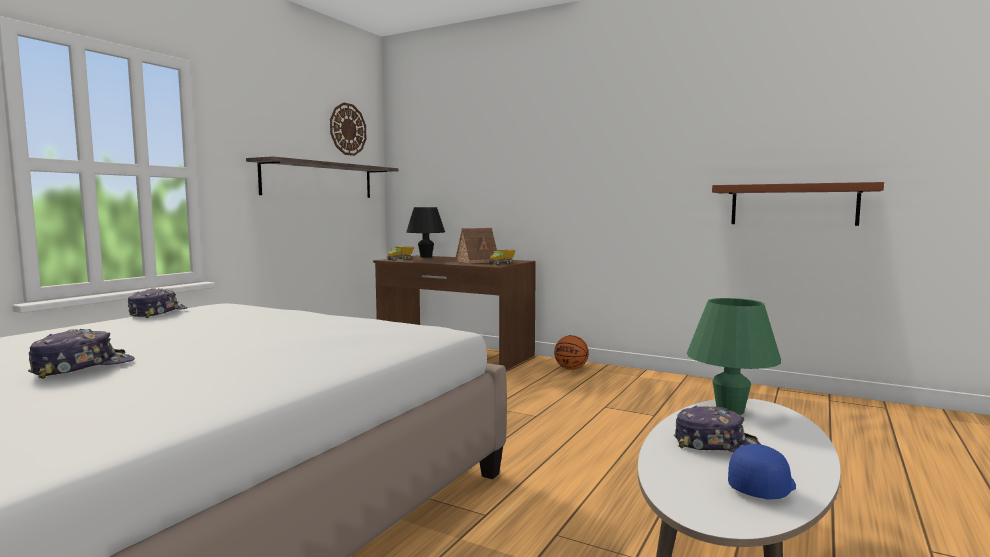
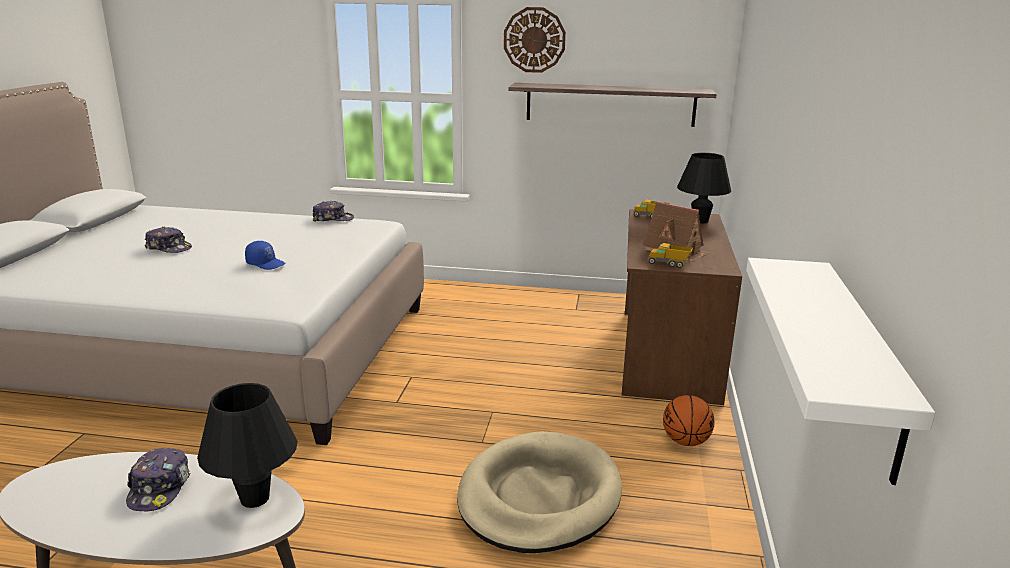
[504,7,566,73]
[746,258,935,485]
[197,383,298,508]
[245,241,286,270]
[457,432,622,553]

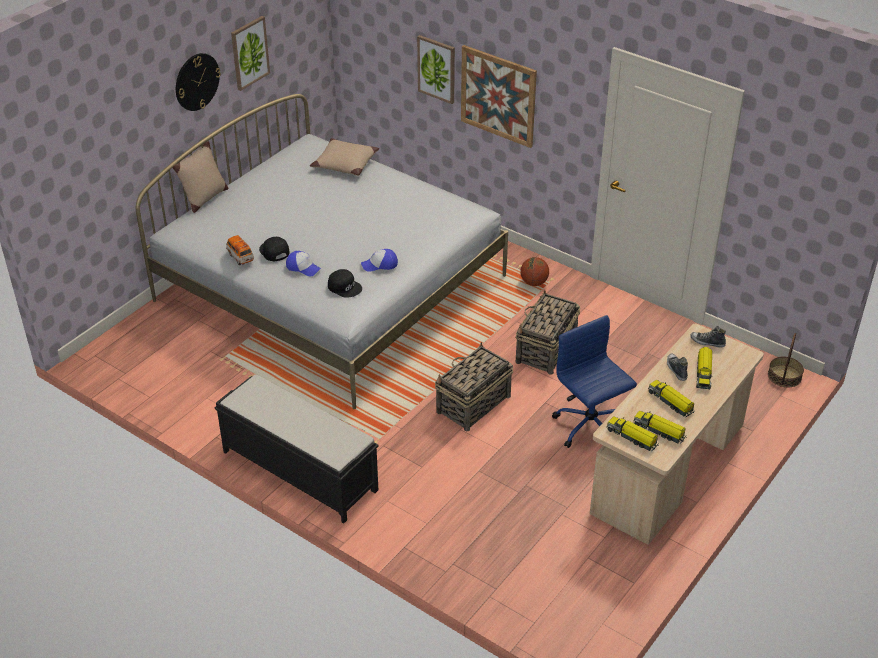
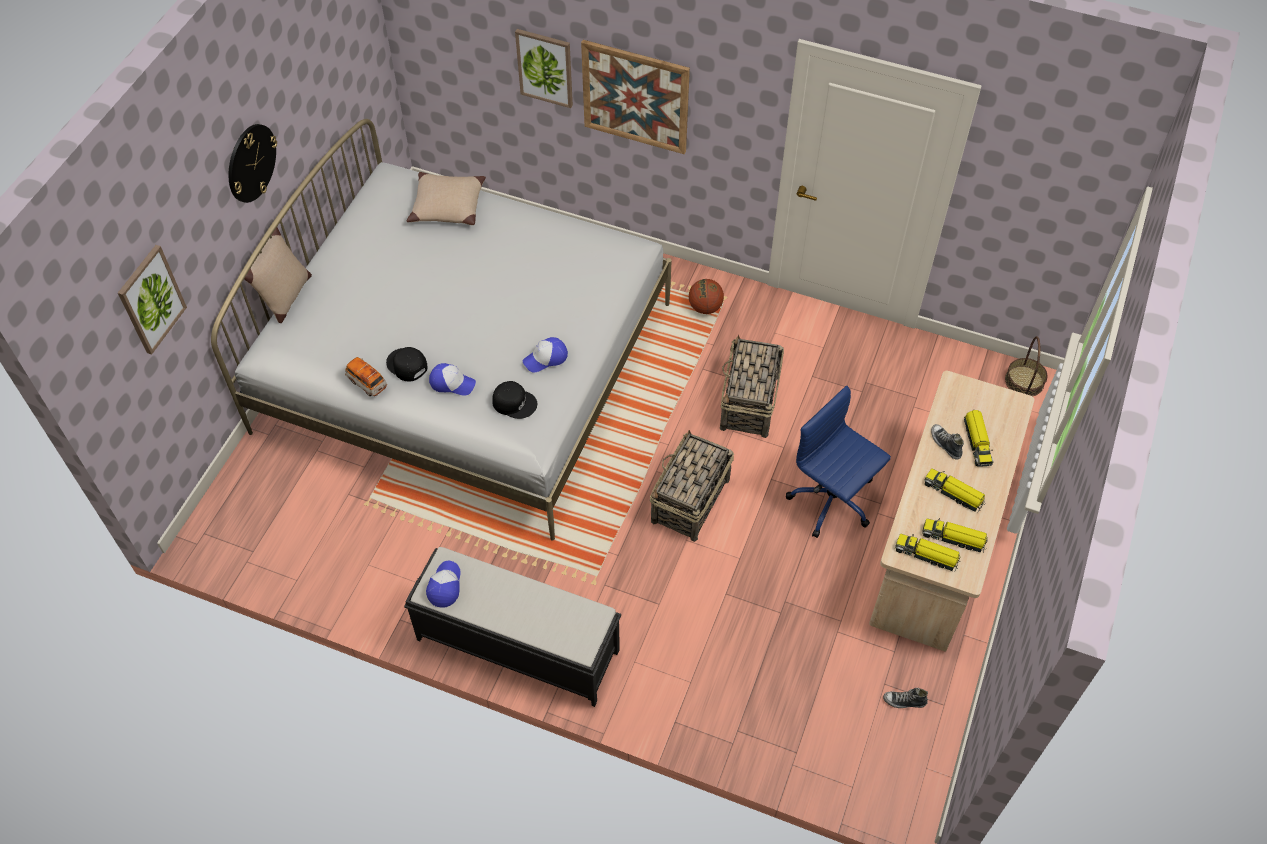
[118,245,187,355]
[883,688,928,708]
[426,561,460,608]

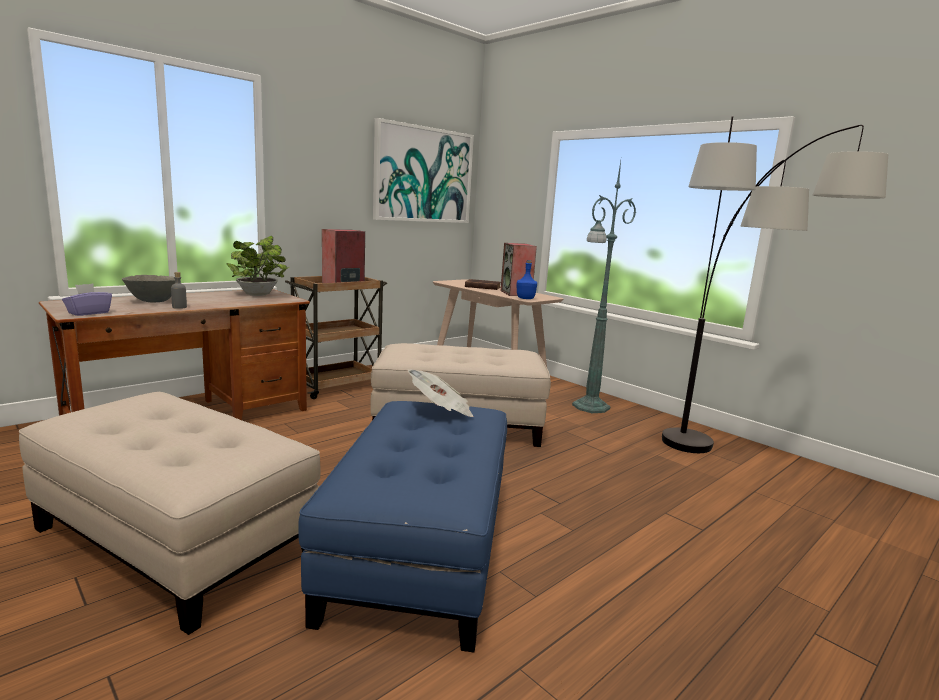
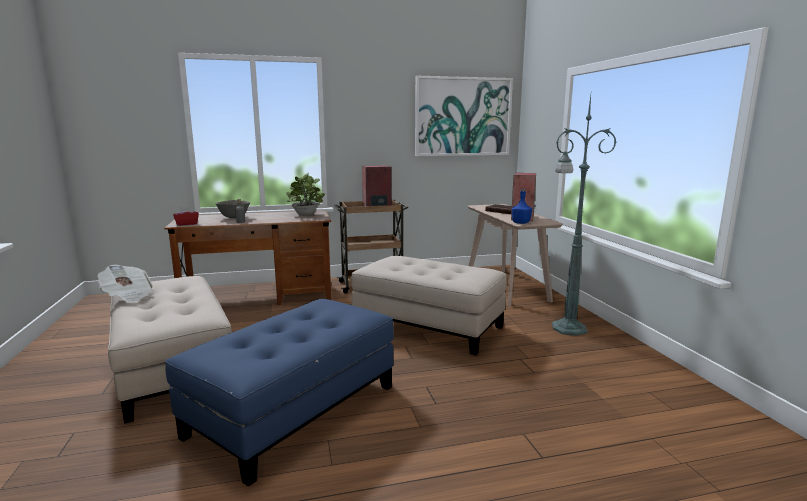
[662,116,888,453] (first image)
[173,206,199,226]
[97,265,154,303]

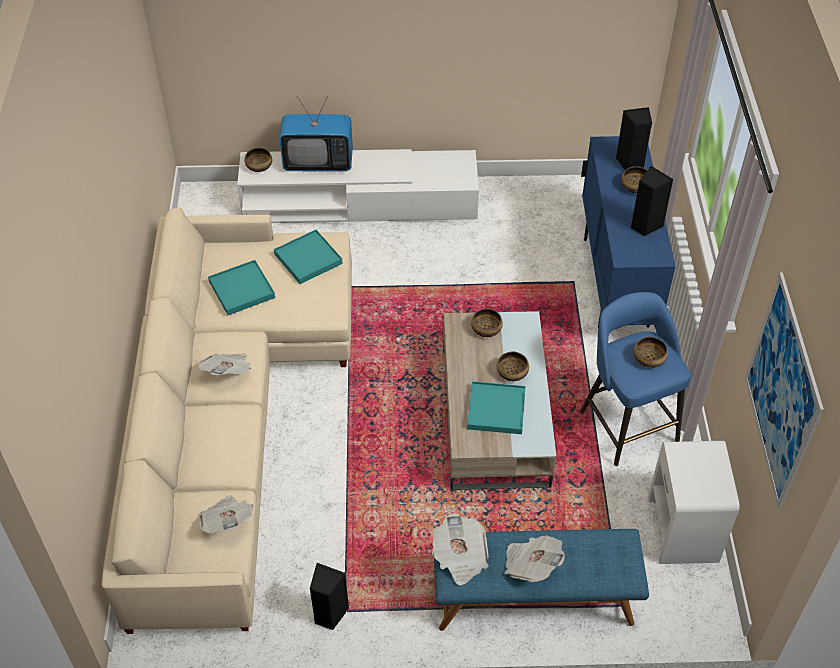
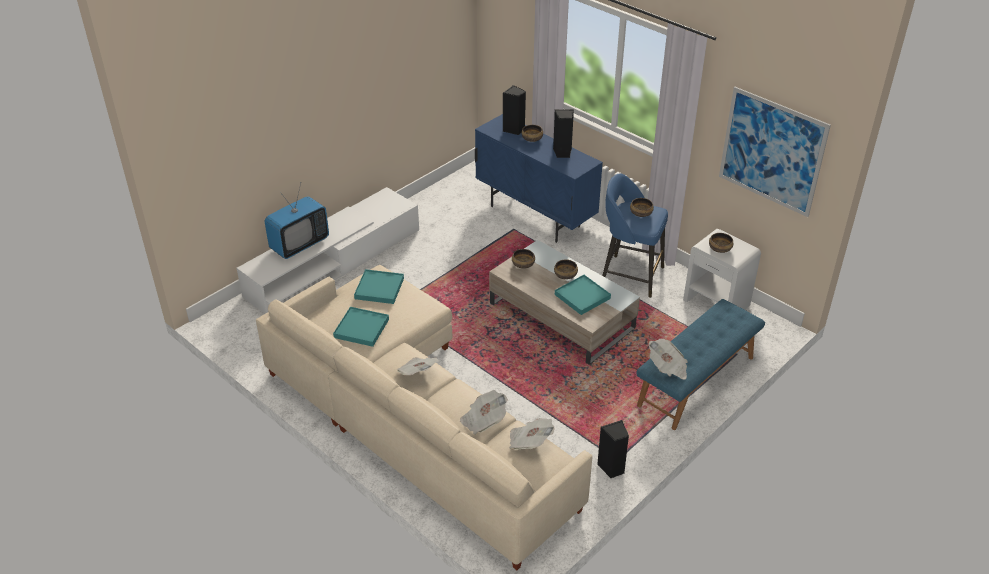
[709,233,733,253]
[460,390,508,435]

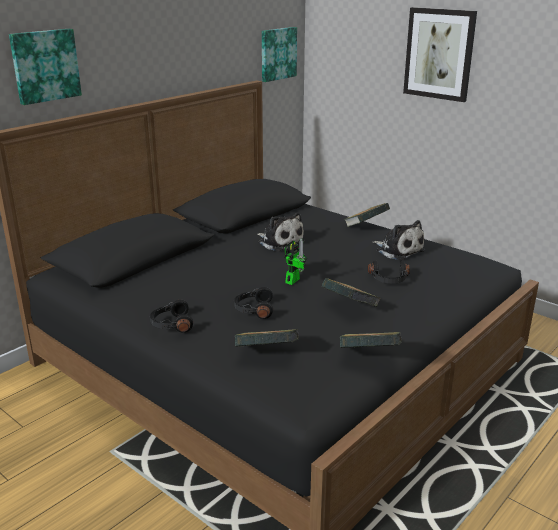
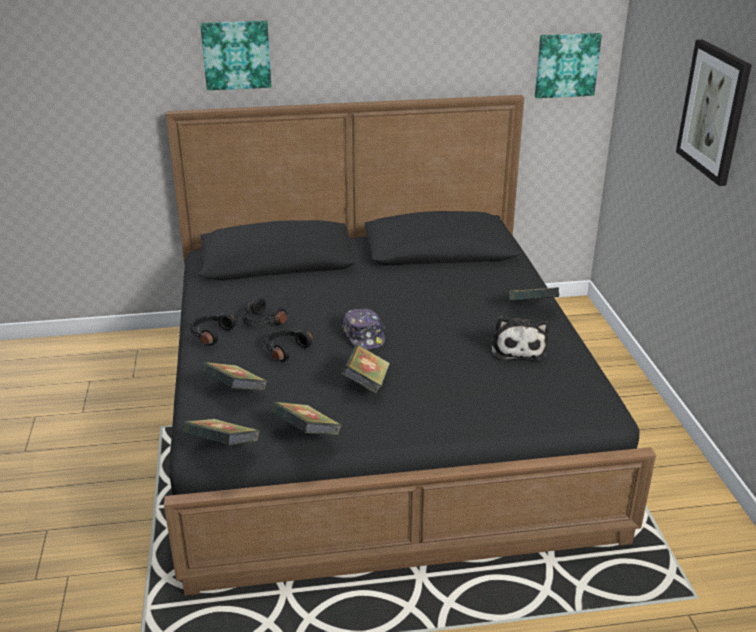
[257,212,305,251] (first image)
[342,309,385,350]
[242,298,287,327]
[183,419,260,445]

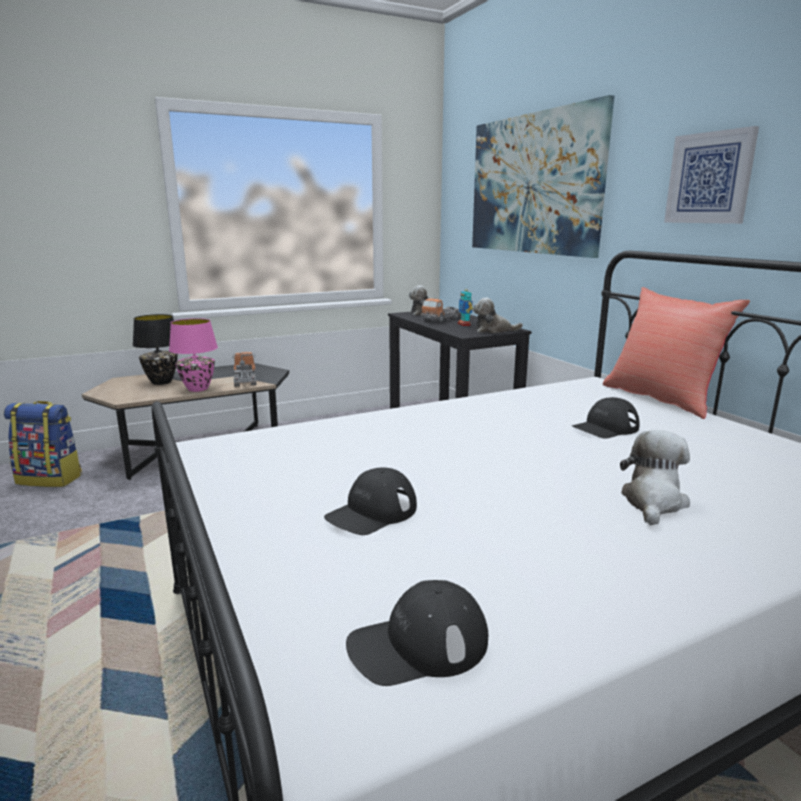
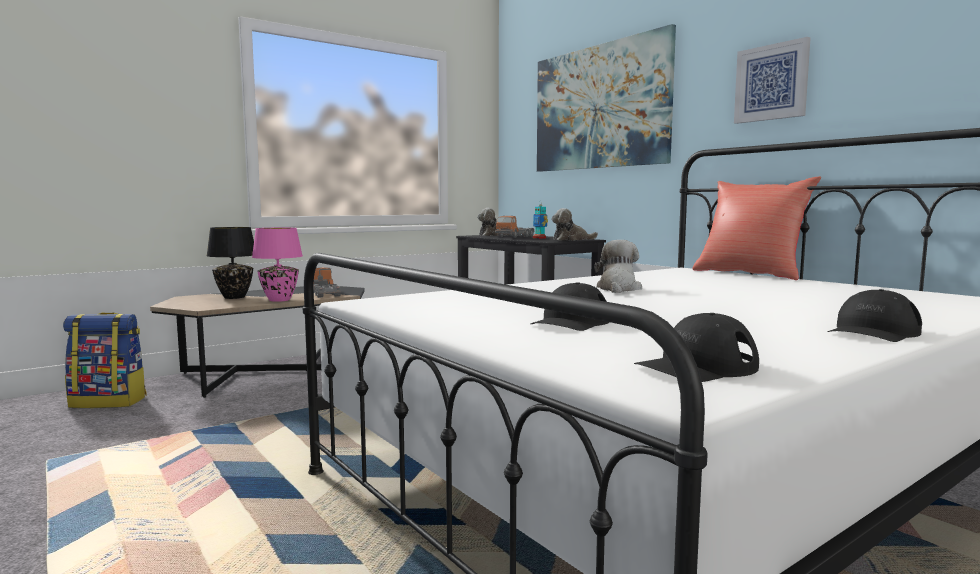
[827,289,922,342]
[594,240,642,293]

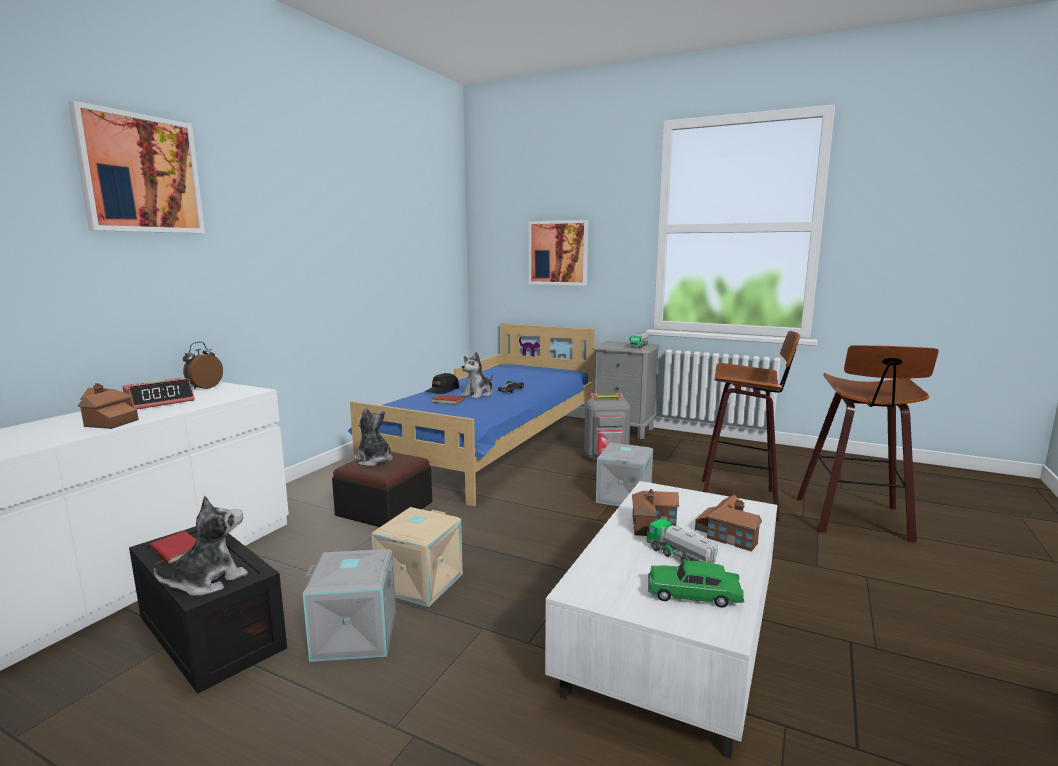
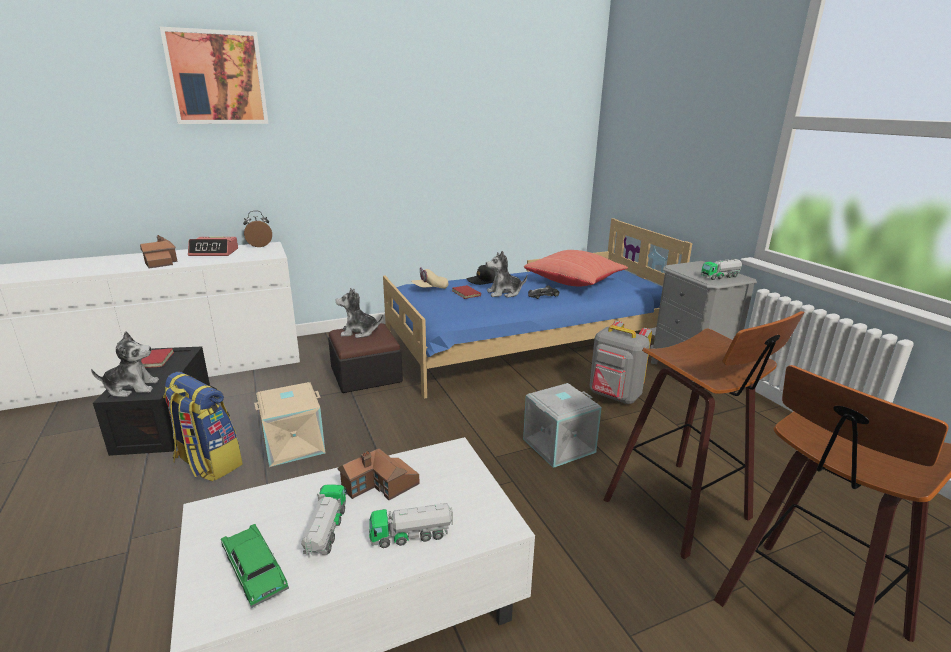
[529,220,588,286] (first image)
[336,288,383,338]
[369,503,453,548]
[163,372,243,481]
[524,250,628,286]
[411,267,448,289]

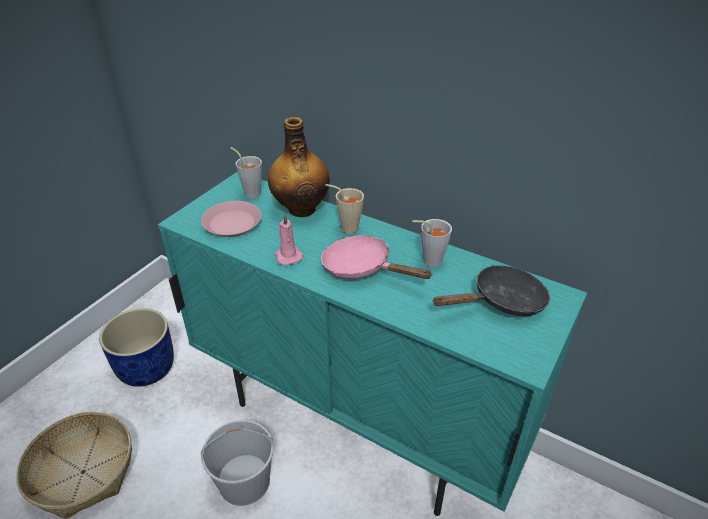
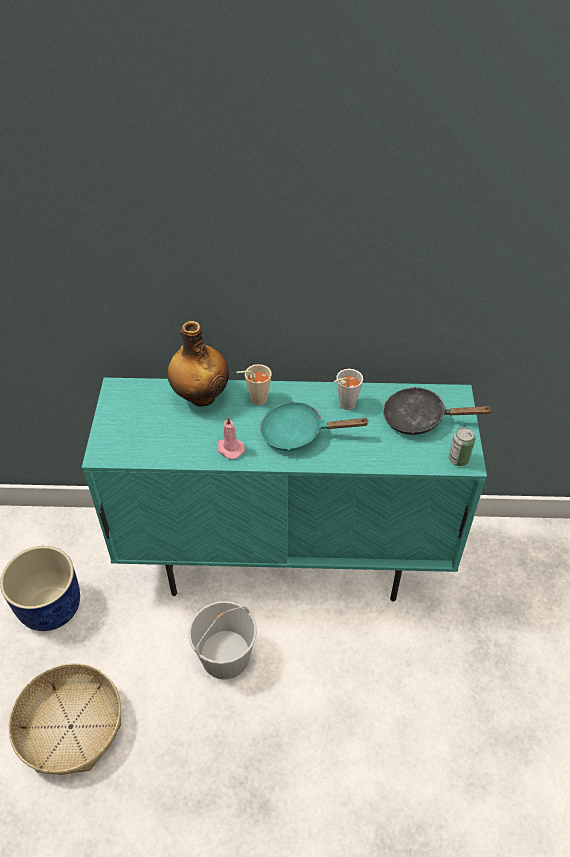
[230,147,262,198] (first image)
[201,201,262,237] (first image)
[260,401,370,451]
[383,387,493,435]
[449,427,475,466]

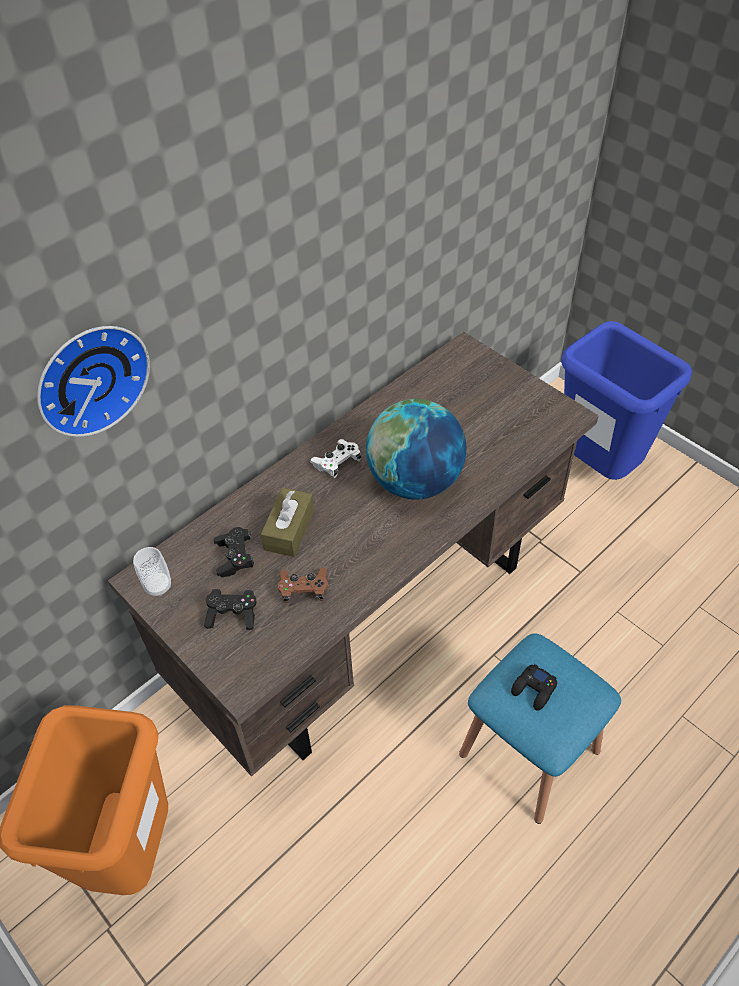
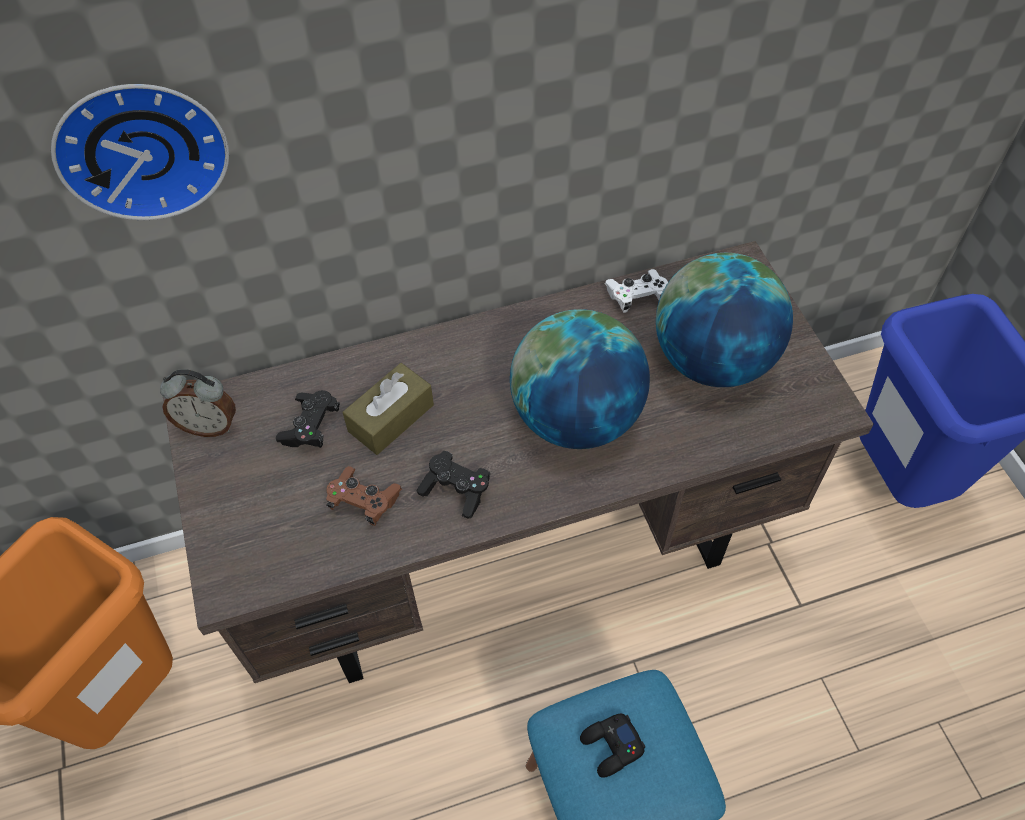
[605,269,668,313]
[160,369,236,437]
[416,451,490,519]
[656,253,793,387]

